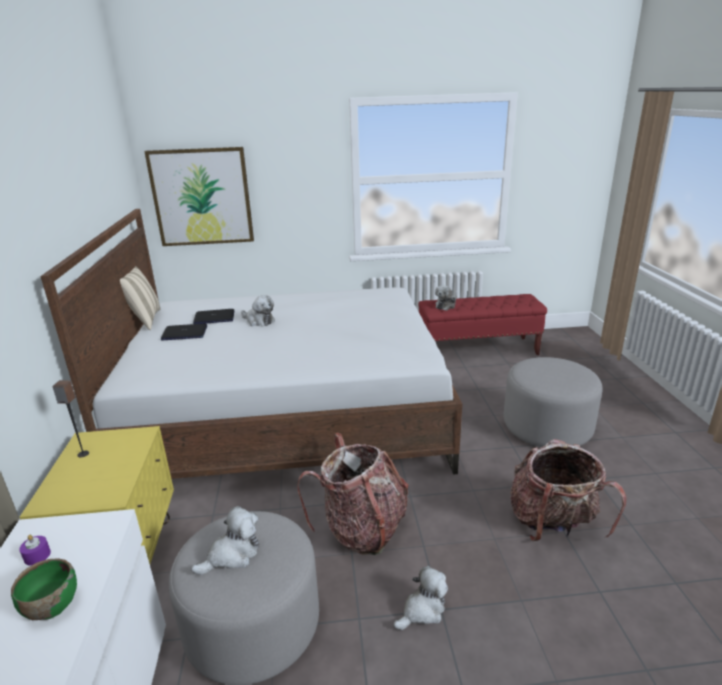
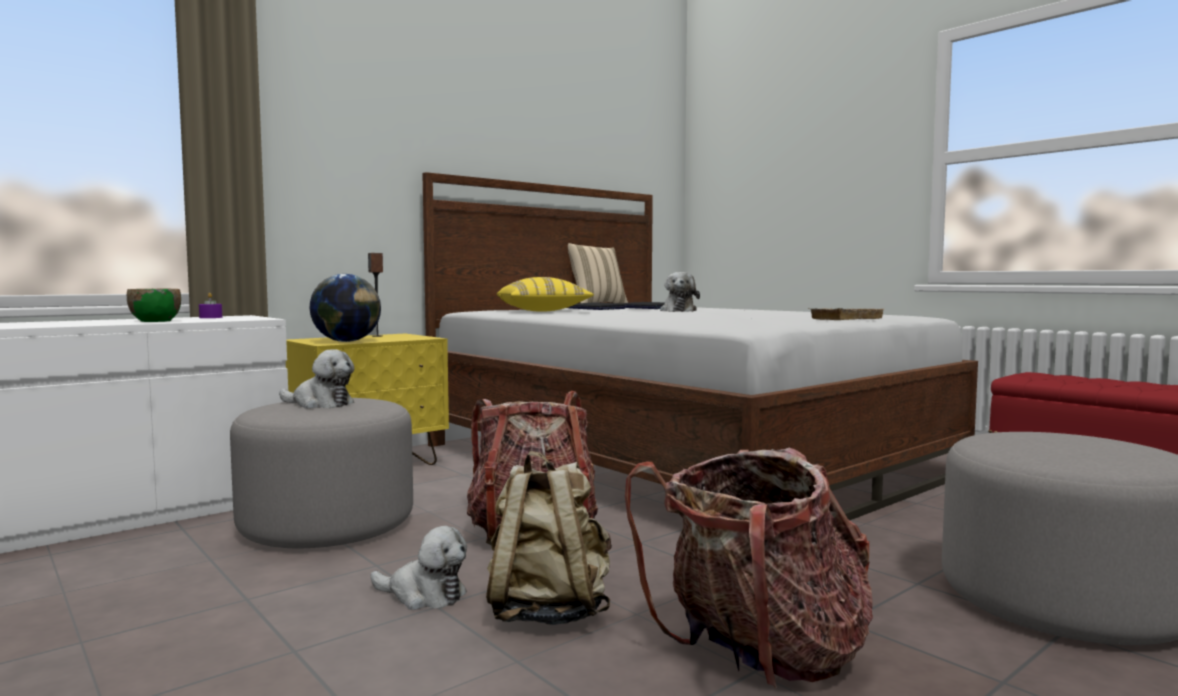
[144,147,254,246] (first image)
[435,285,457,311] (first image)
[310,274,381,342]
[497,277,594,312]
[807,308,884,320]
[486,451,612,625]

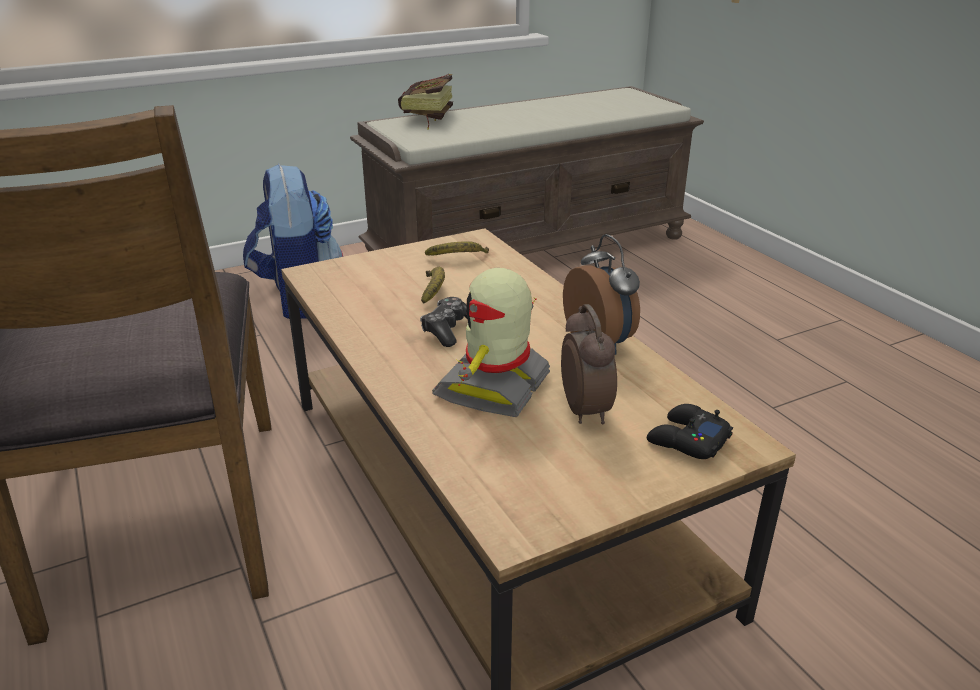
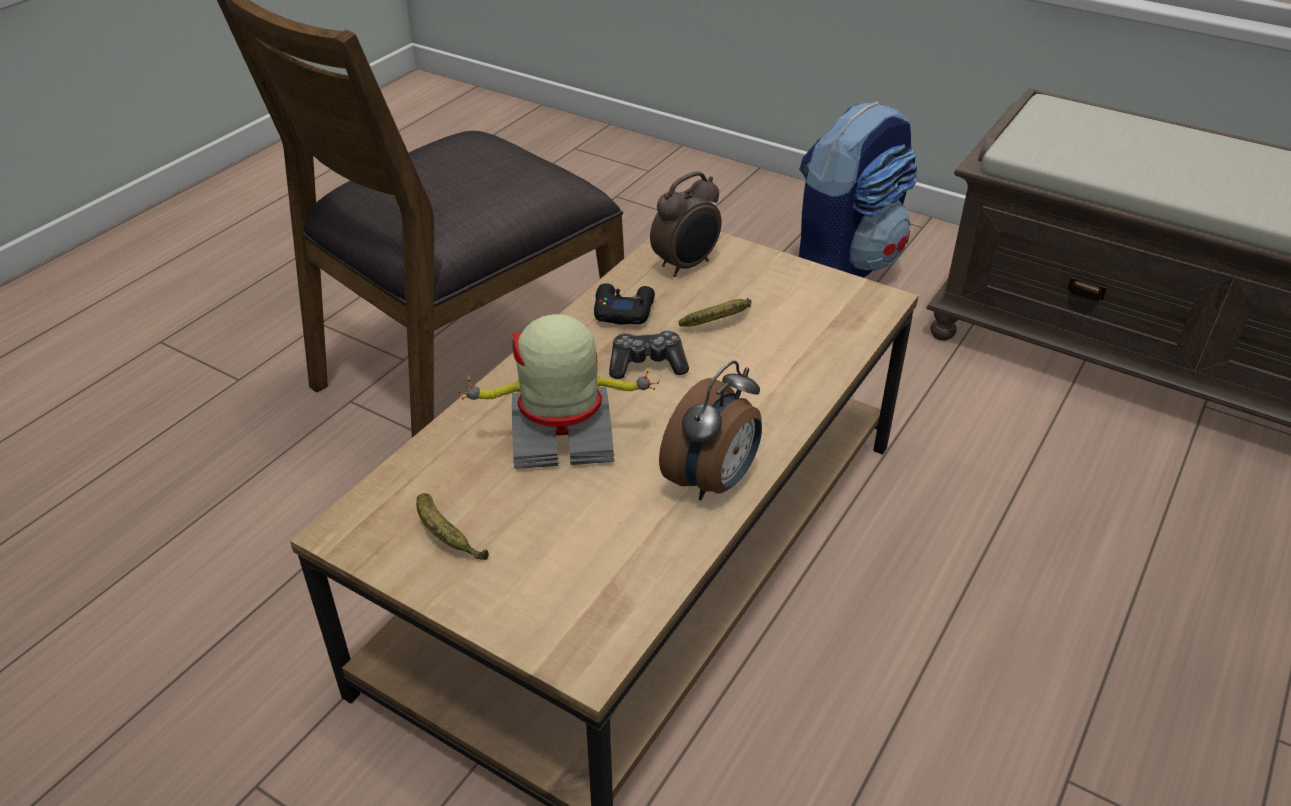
[398,74,453,129] (first image)
[416,493,489,560]
[650,171,722,277]
[594,283,655,325]

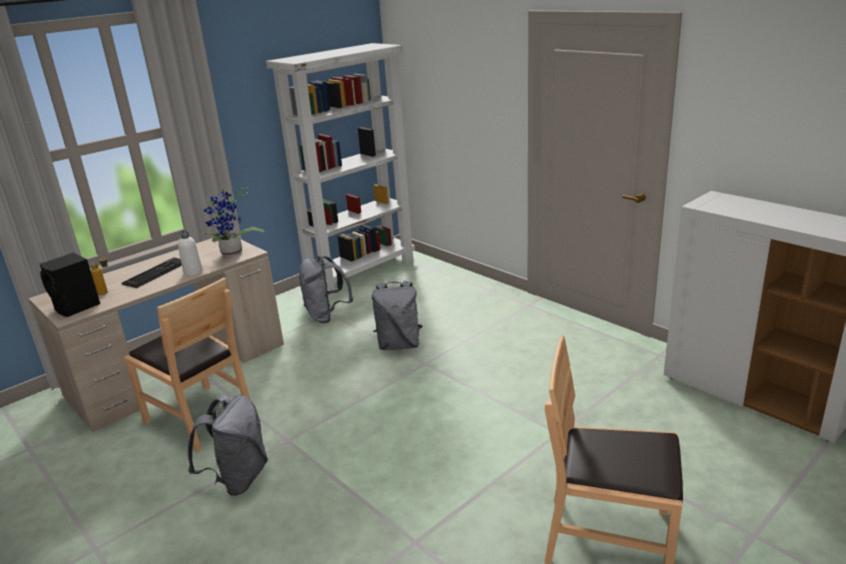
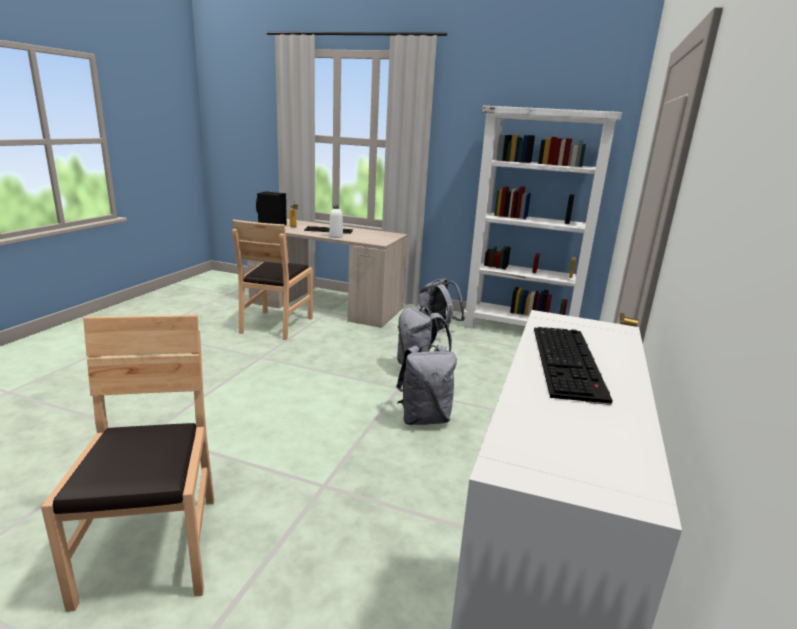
[201,187,265,257] (first image)
[396,345,457,425]
[534,327,613,405]

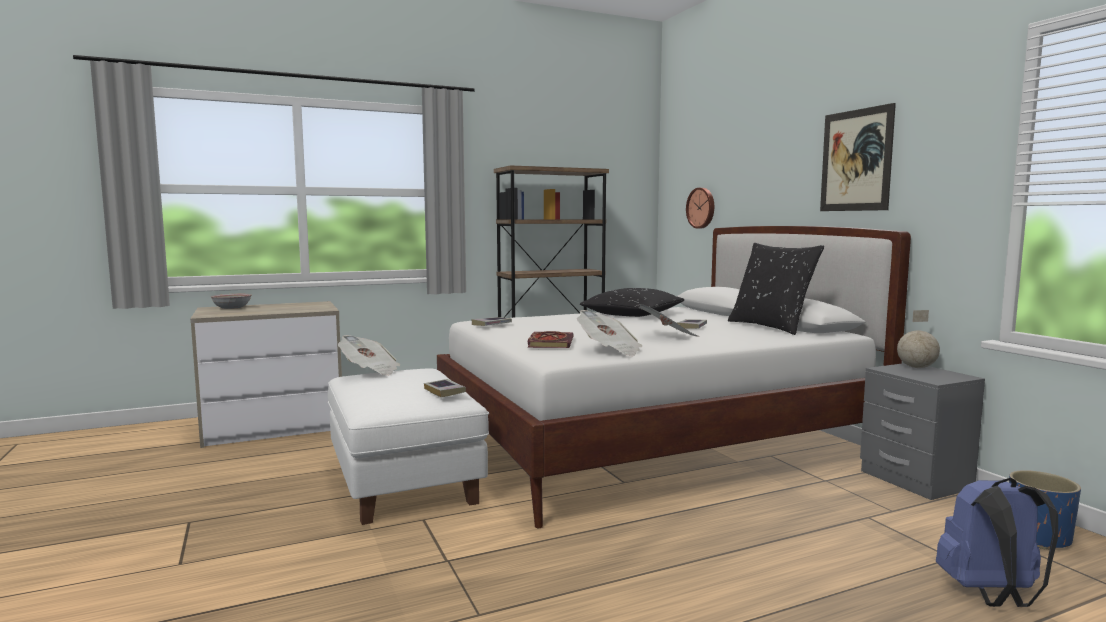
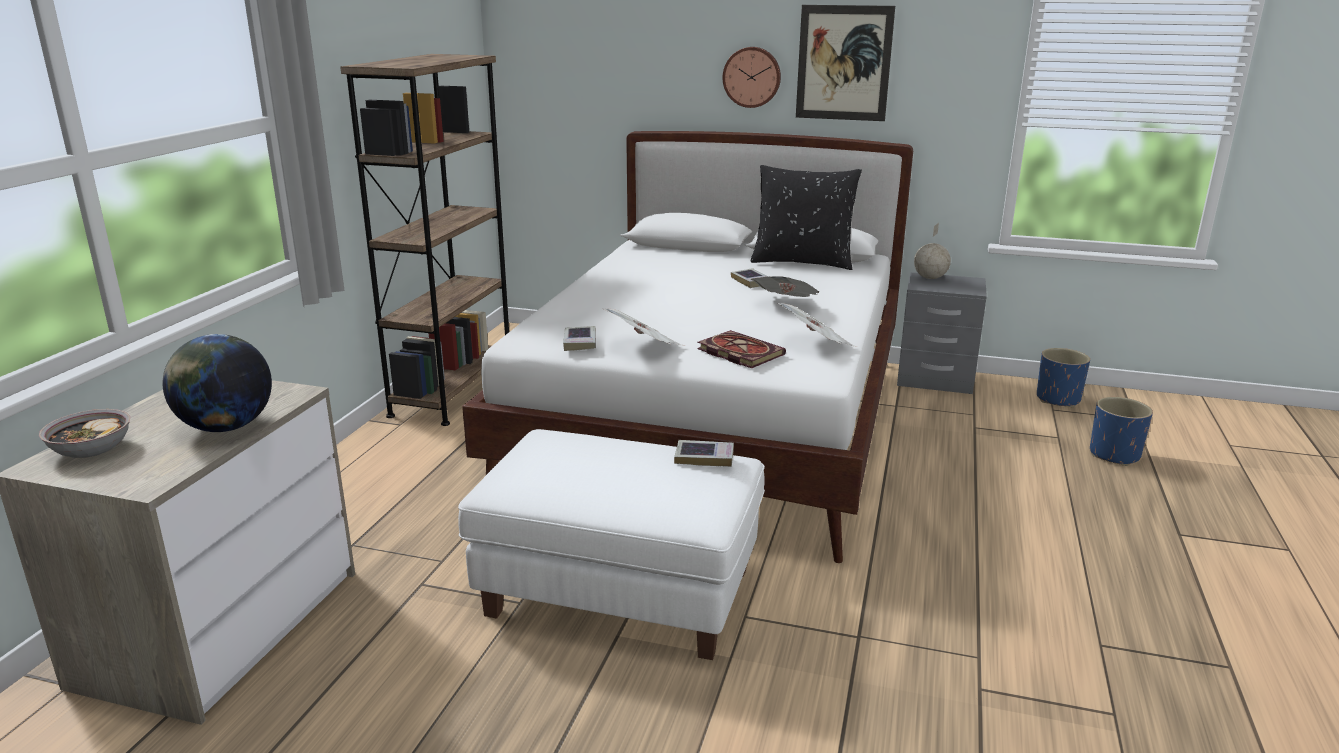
[723,47,781,108]
[580,288,685,317] (first image)
[604,308,685,346]
[1090,397,1153,466]
[163,334,272,432]

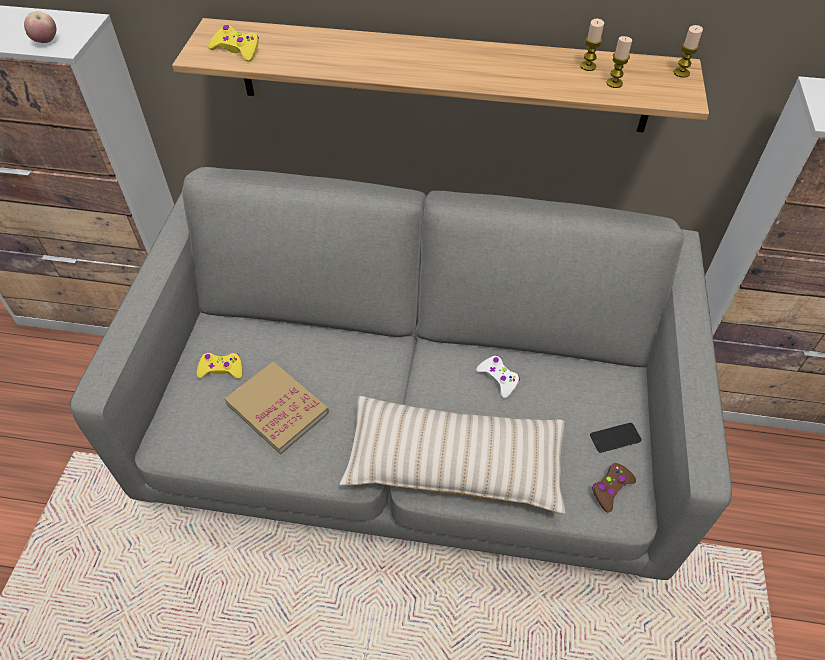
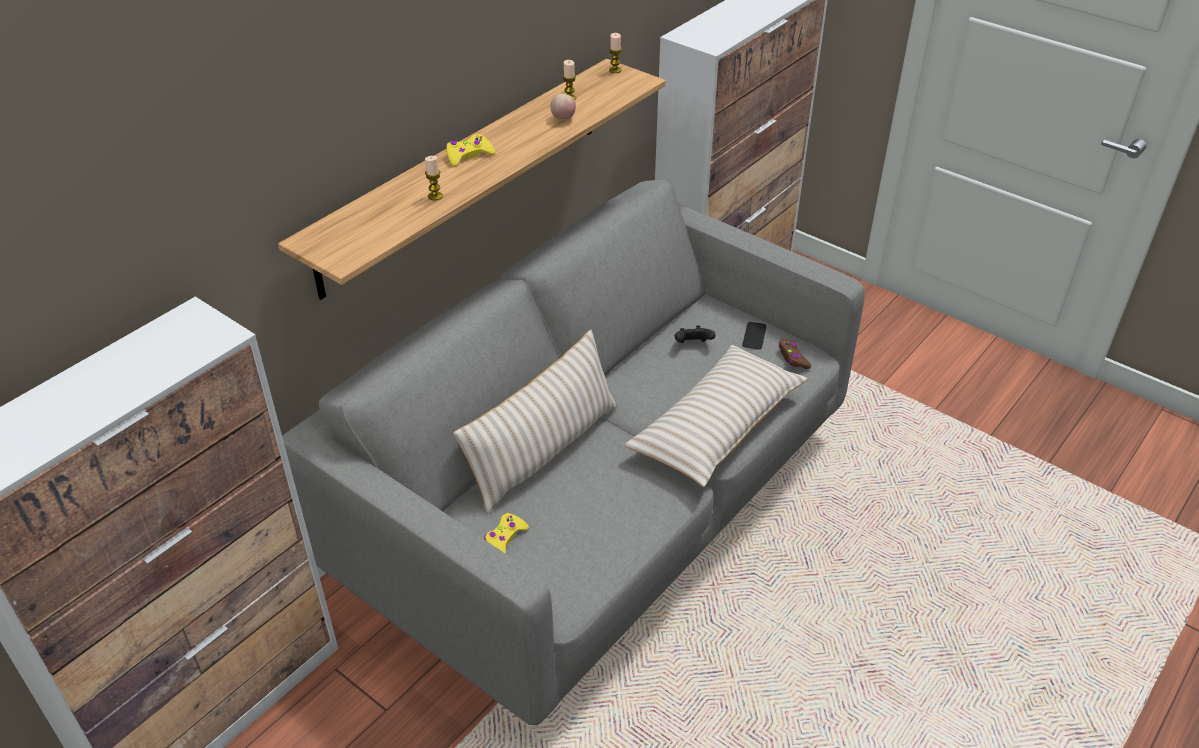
[551,94,576,119]
[446,134,495,167]
[425,156,443,200]
[476,356,520,398] (first image)
[225,362,329,455] (first image)
[675,325,716,343]
[453,330,617,514]

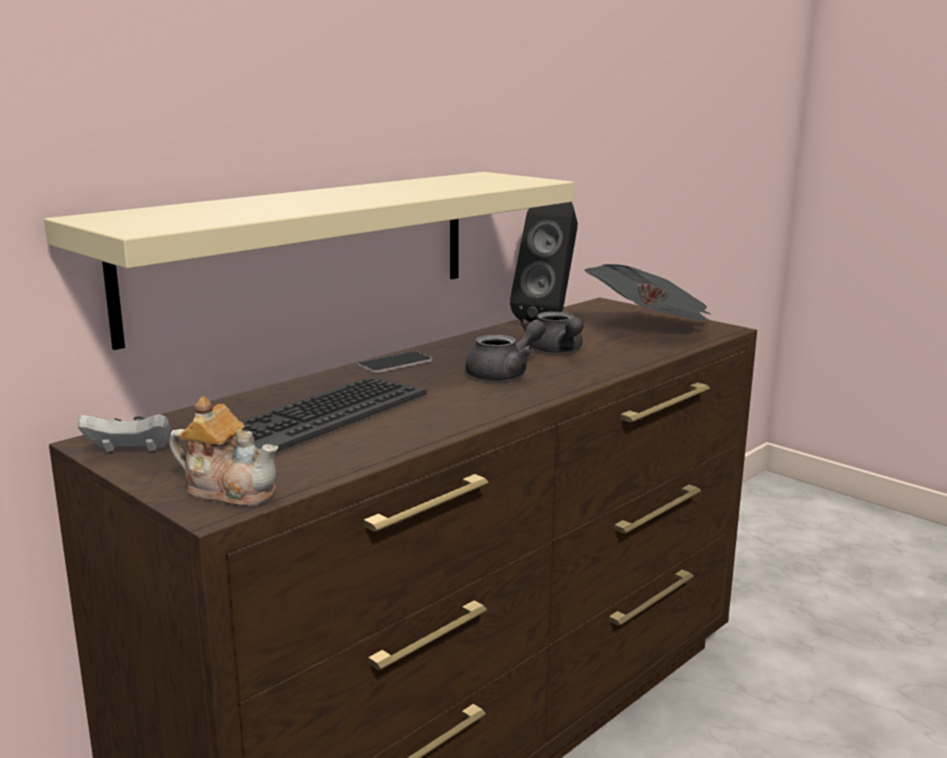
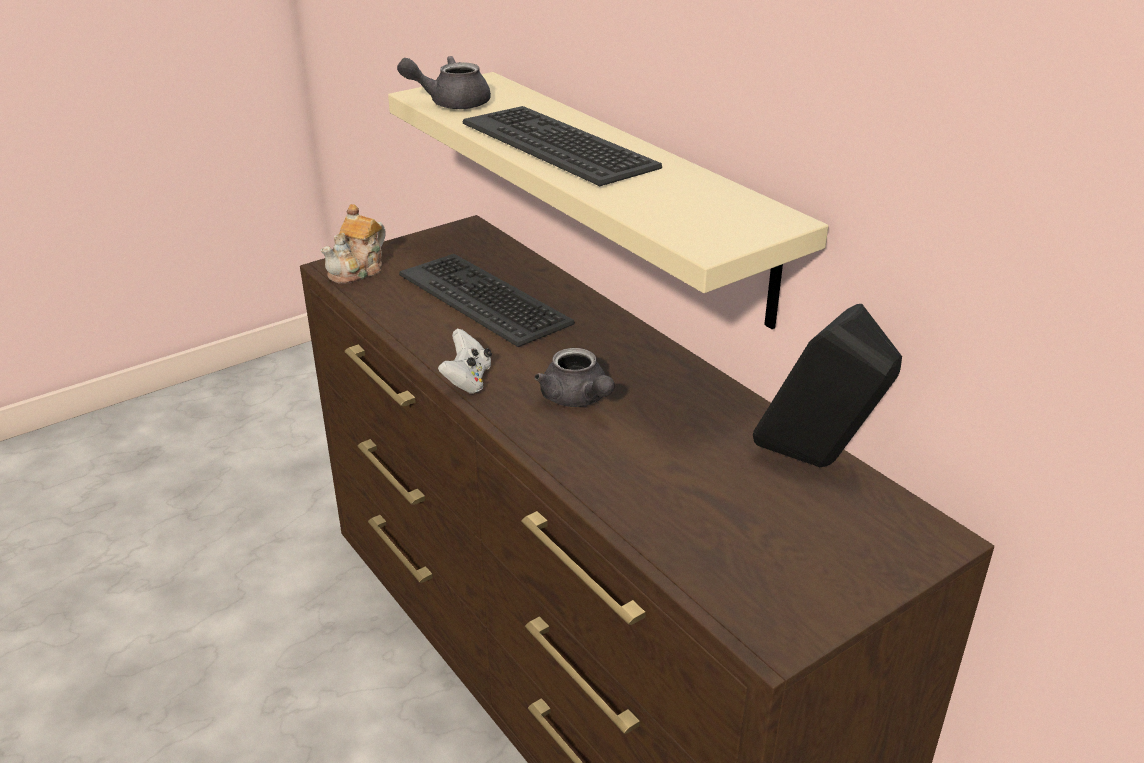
[585,264,710,320] (first image)
[397,56,491,109]
[358,351,432,373] (first image)
[438,329,492,394]
[463,106,662,186]

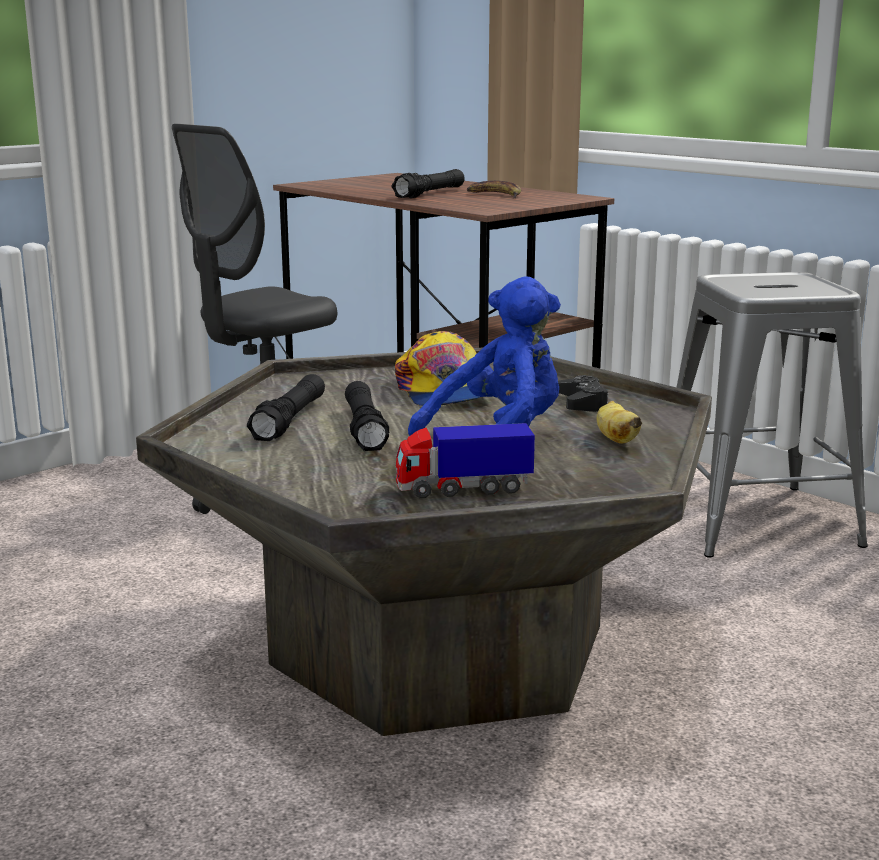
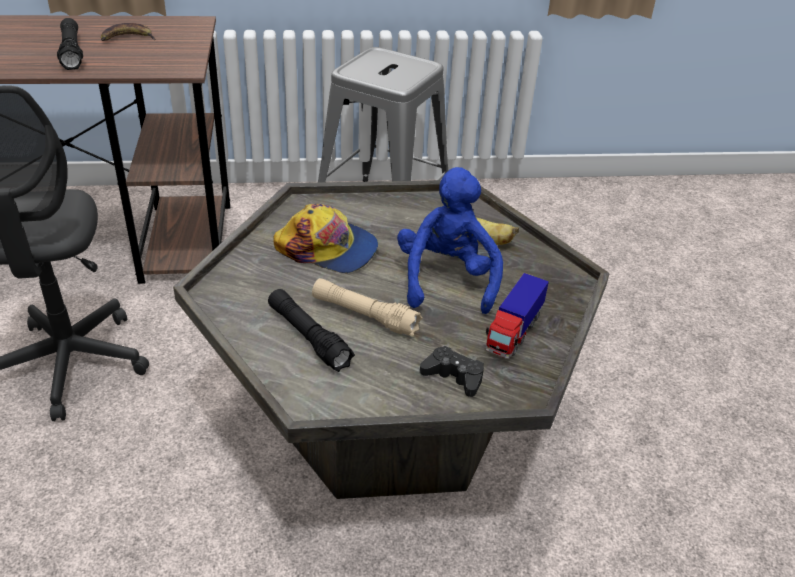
[420,346,484,397]
[312,278,423,337]

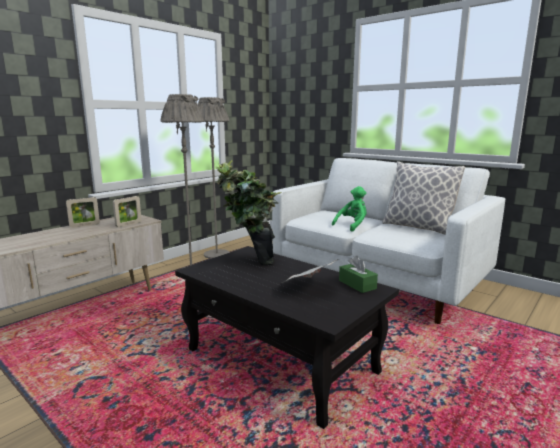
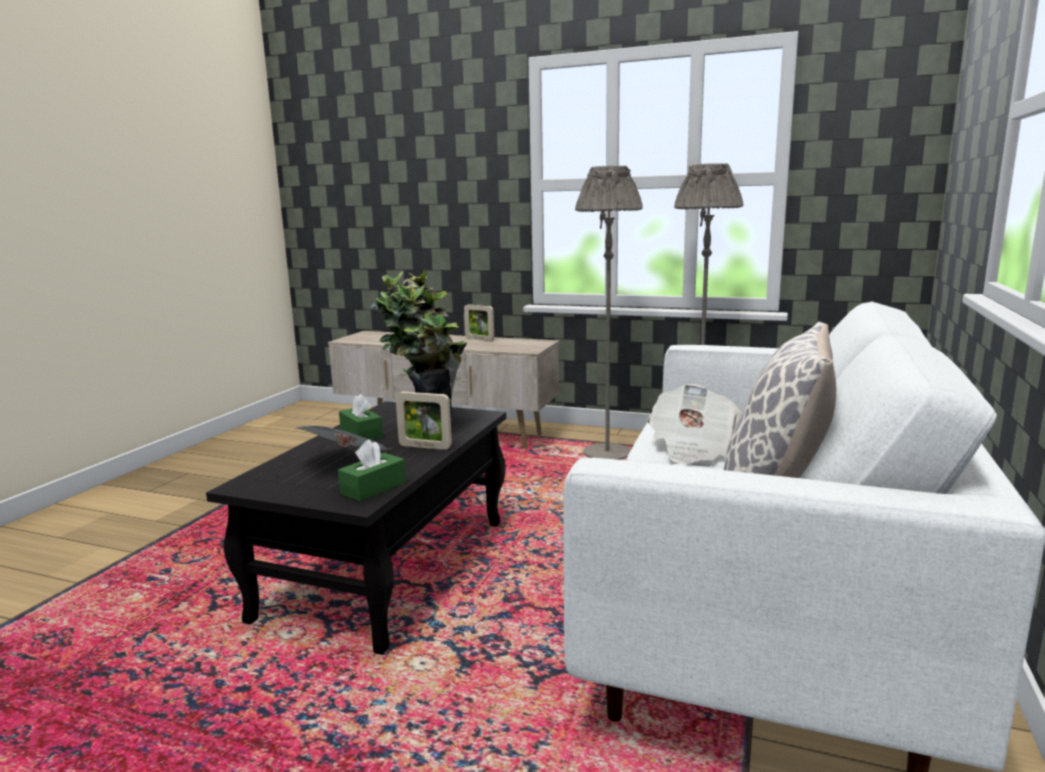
[648,384,741,464]
[396,392,452,450]
[339,394,383,440]

